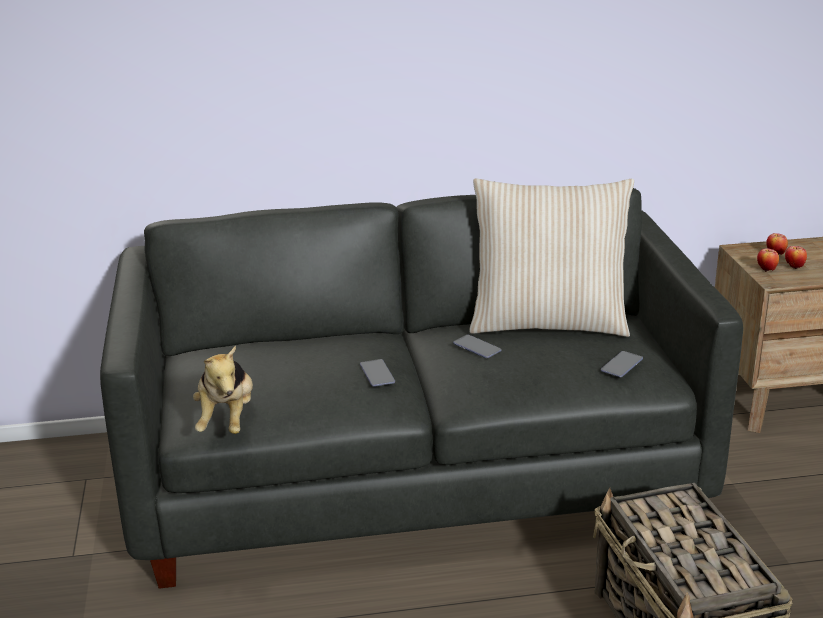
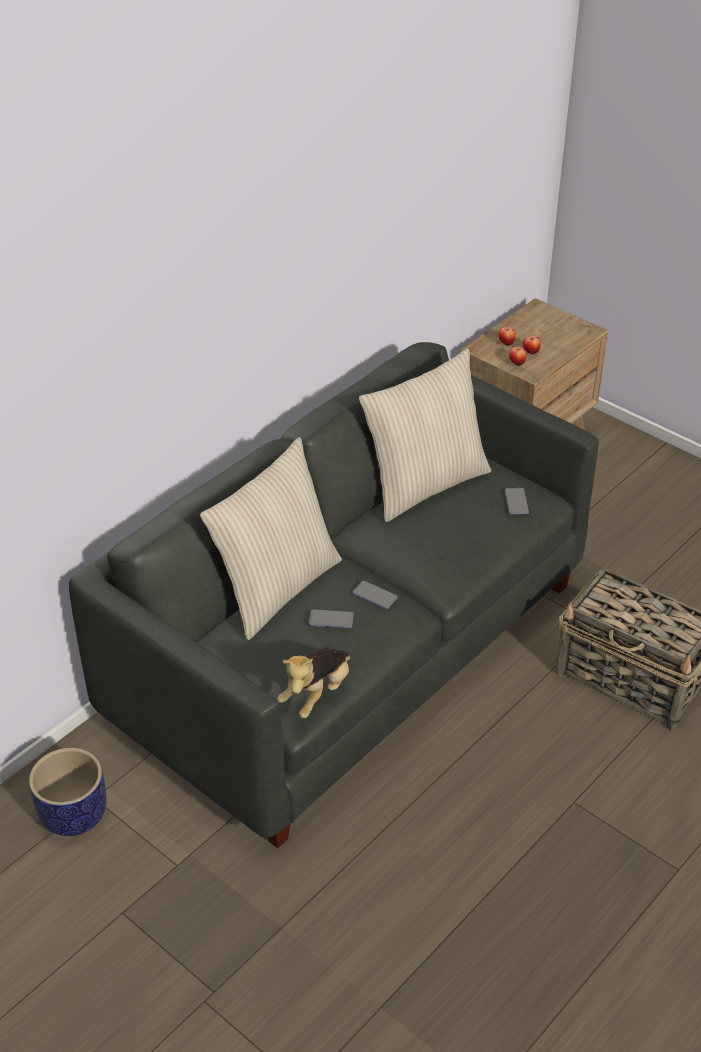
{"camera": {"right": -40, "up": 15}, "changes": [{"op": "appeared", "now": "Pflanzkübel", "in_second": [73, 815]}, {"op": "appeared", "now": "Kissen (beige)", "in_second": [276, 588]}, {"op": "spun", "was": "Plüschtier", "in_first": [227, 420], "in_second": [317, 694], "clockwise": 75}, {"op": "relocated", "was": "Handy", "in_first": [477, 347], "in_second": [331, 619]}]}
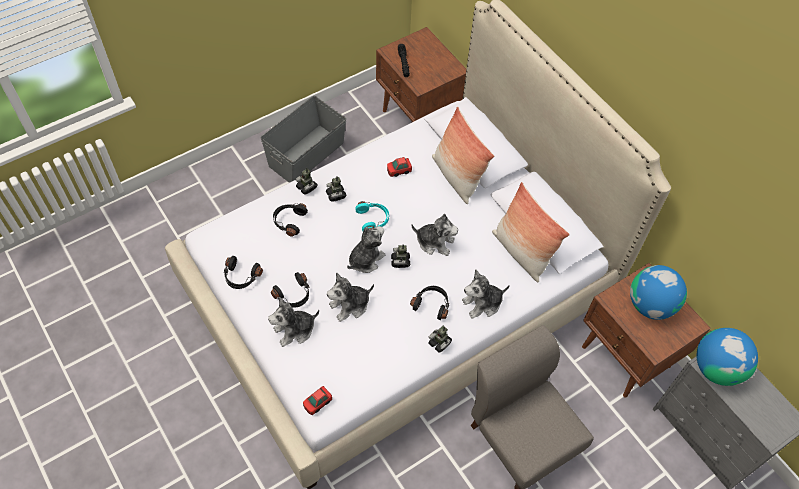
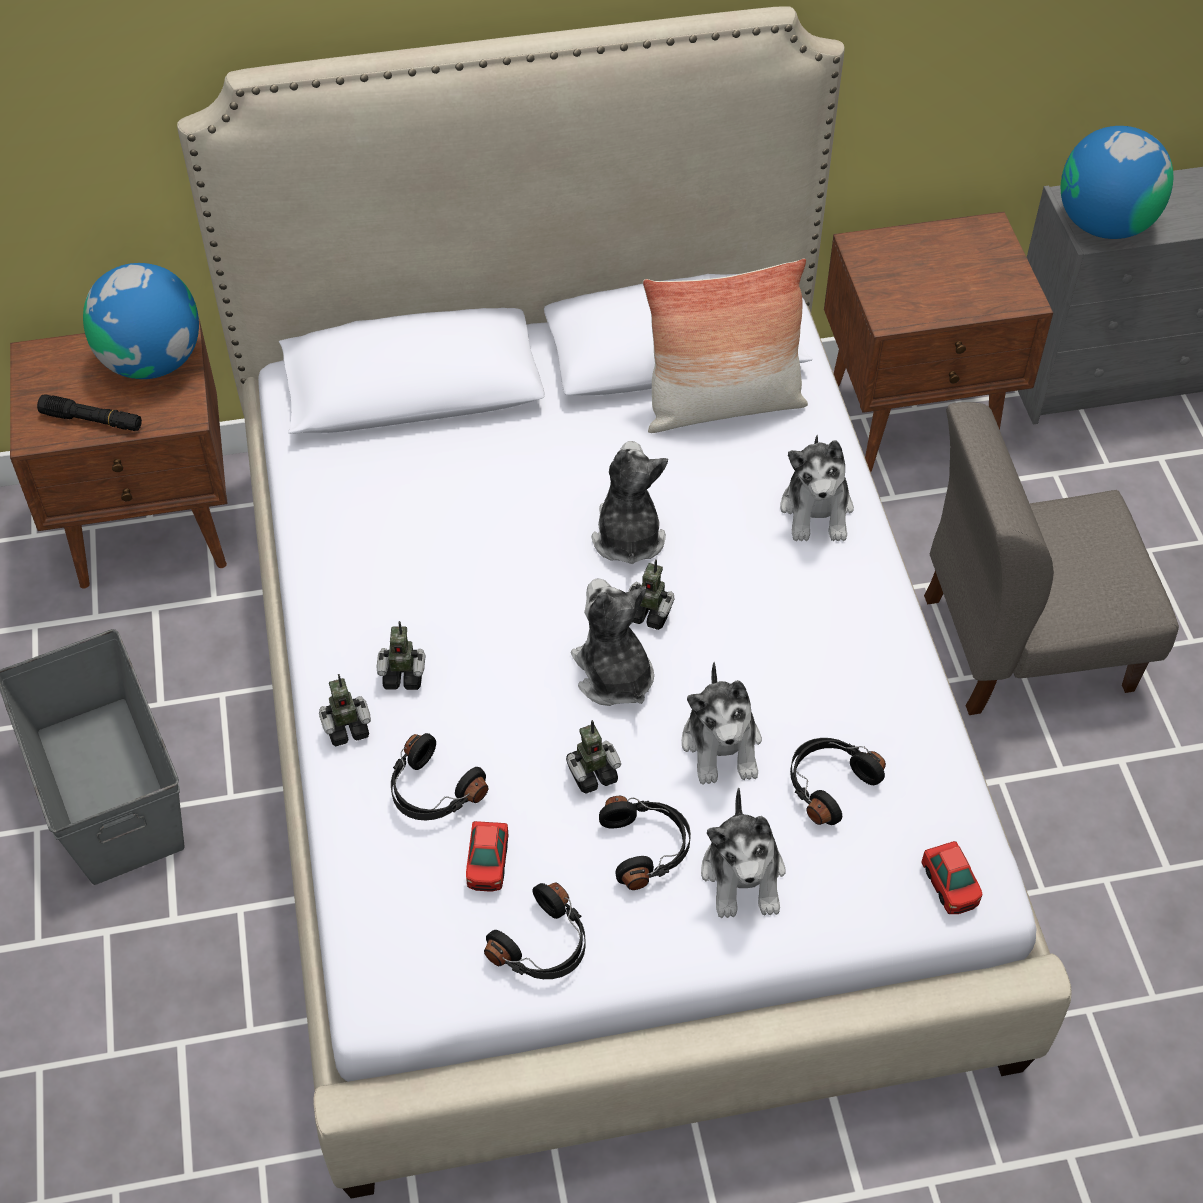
{"camera": {"right": -65, "up": -5}, "changes": [{"op": "relocated", "was": "Globus", "in_first": [650, 304], "in_second": [152, 360]}, {"op": "relocated", "was": "Spielzeugauto", "in_first": [399, 170], "in_second": [487, 864]}, {"op": "relocated", "was": "Spielzeugroboter", "in_first": [439, 343], "in_second": [592, 773]}, {"op": "spun", "was": "Plüschtier", "in_first": [435, 242], "in_second": [628, 537], "clockwise": -45}, {"op": "relocated", "was": "Kopfhörer (schwarz)", "in_first": [432, 304], "in_second": [828, 784]}, {"op": "missing", "was": "Kopfhörer (türkis)", "in_first": [373, 220]}, {"op": "missing", "was": "Kissen", "in_first": [456, 177]}]}
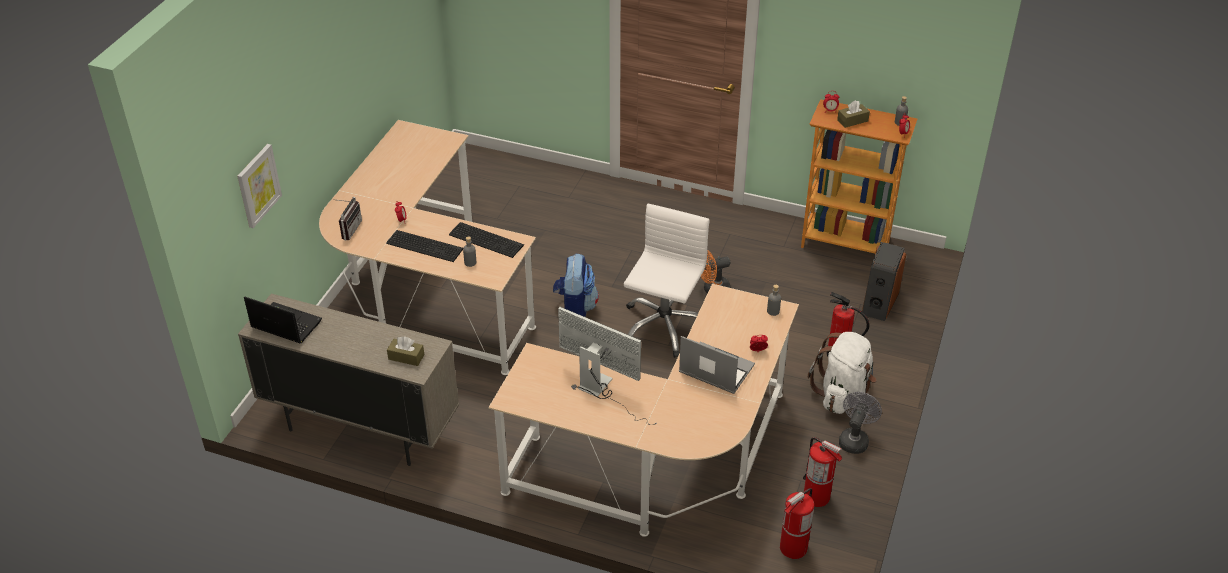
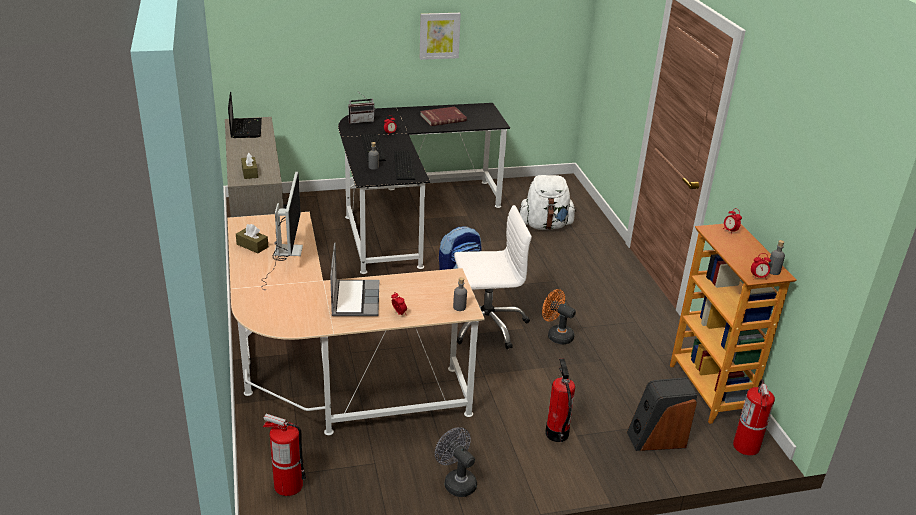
{"camera": {"right": 55, "up": -10}, "changes": [{"op": "relocated", "was": "Taschentuchbox (braun)", "in_first": [852, 120], "in_second": [252, 246]}, {"op": "colour", "was": "Schreibtisch (beige)", "now": "Schreibtisch (schwarz)", "in_first": [426, 294], "in_second": [408, 216]}, {"op": "relocated", "was": "Bild", "in_first": [258, 185], "in_second": [439, 35]}, {"op": "appeared", "now": "Buch (rot)", "in_second": [442, 118]}, {"op": "spun", "was": "Ventilator (grau)", "in_first": [854, 439], "in_second": [456, 482], "clockwise": -120}, {"op": "relocated", "was": "Rucksack (weiß)", "in_first": [842, 394], "in_second": [545, 225]}, {"op": "relocated", "was": "Feuerlöscher", "in_first": [817, 497], "in_second": [746, 447]}]}
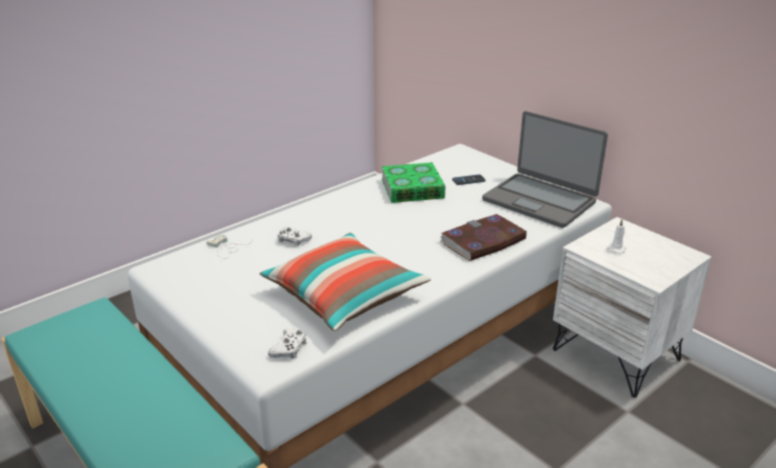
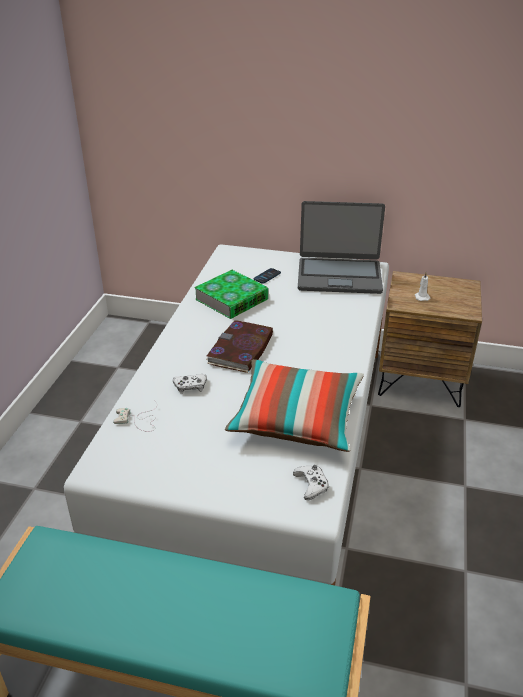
{"camera": {"right": -35, "up": 5}, "changes": [{"op": "relocated", "was": "Buch", "in_first": [483, 241], "in_second": [241, 349]}, {"op": "colour", "was": "Nachttisch (weiß)", "now": "Nachttisch (braun)", "in_first": [616, 354], "in_second": [420, 380]}]}
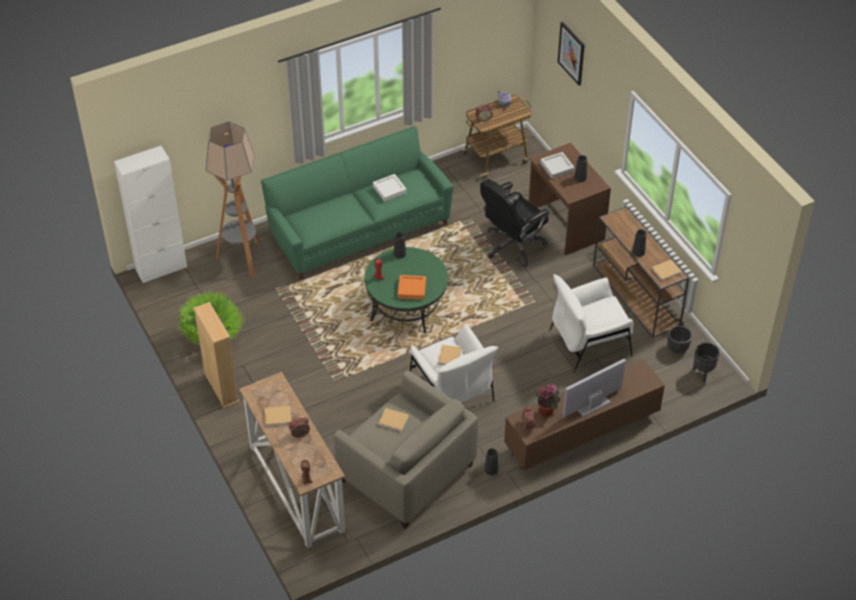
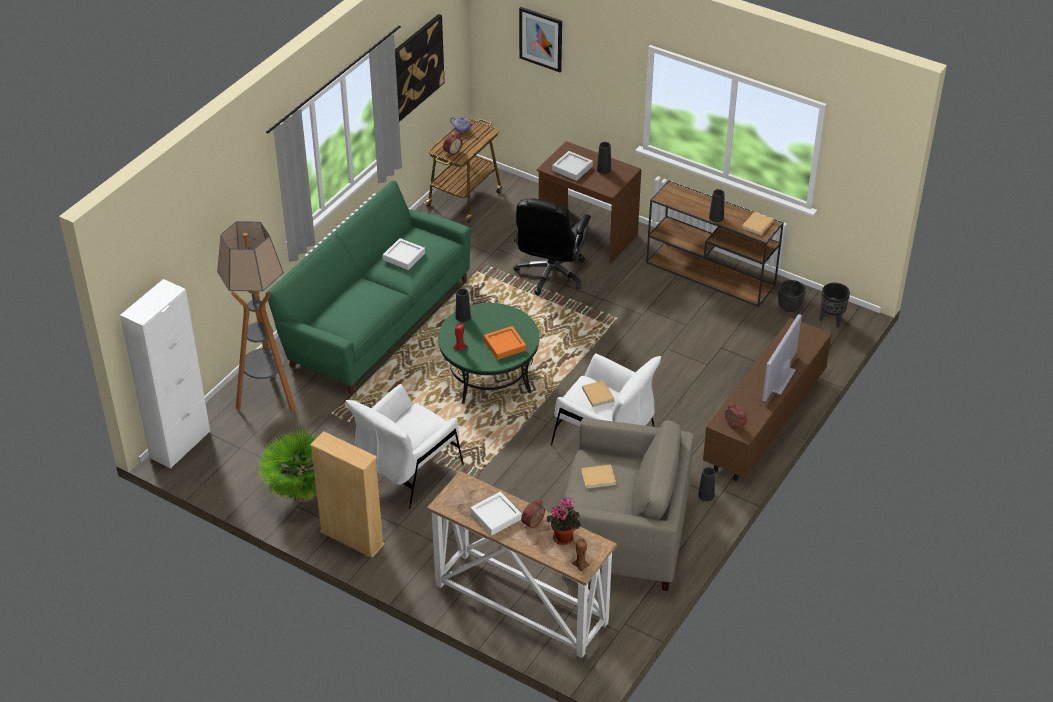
{"camera": {"right": -30, "up": -5}, "changes": [{"op": "relocated", "was": "Sessel (weiß)", "in_first": [589, 343], "in_second": [407, 469]}, {"op": "appeared", "now": "Bild", "in_second": [416, 67]}, {"op": "exchanged", "was": "Buch (beige)", "now": "Tablett (weiß)", "in_first": [279, 416], "in_second": [496, 516]}, {"op": "relocated", "was": "Topfpflanze", "in_first": [547, 411], "in_second": [564, 536]}]}
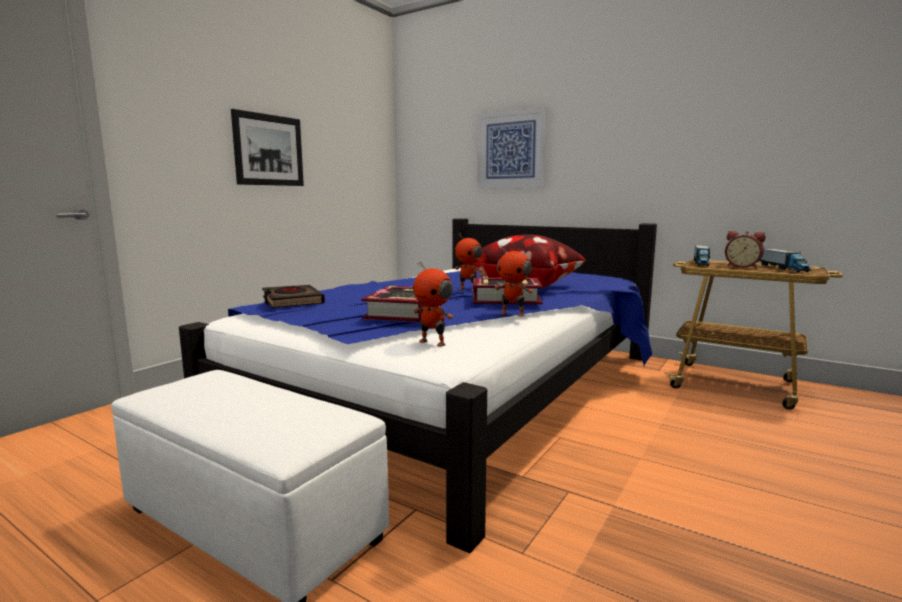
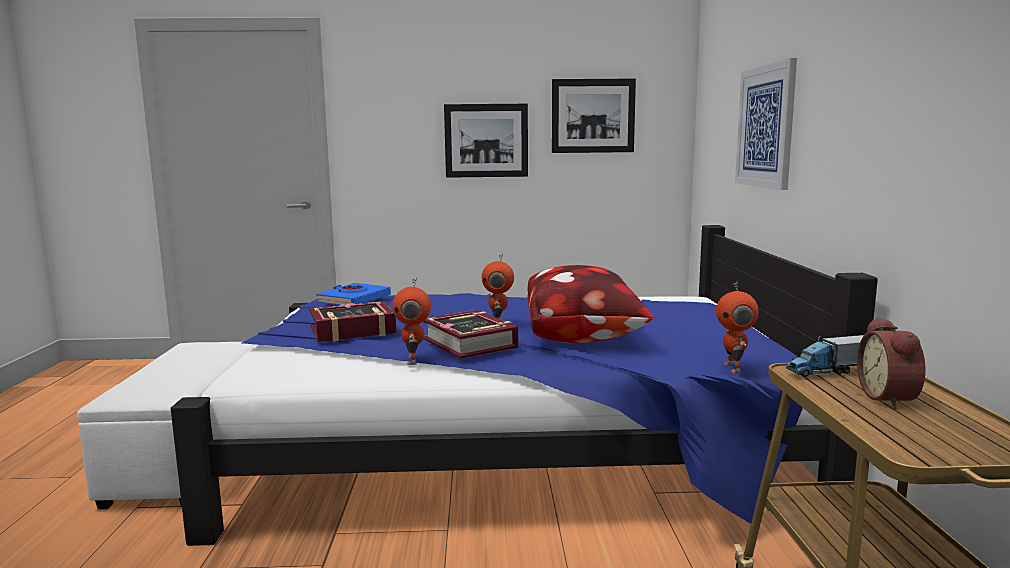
{"camera": {"right": 55, "up": 0}, "changes": [{"op": "colour", "was": "Buch (schwarz)", "now": "Buch (blau)", "in_first": [292, 301], "in_second": [354, 300]}, {"op": "appeared", "now": "Bild", "in_second": [593, 116]}, {"op": "relocated", "was": "Spielzeugroboter", "in_first": [433, 343], "in_second": [734, 368]}, {"op": "missing", "was": "Spielzeuglaster", "in_first": [783, 268]}]}
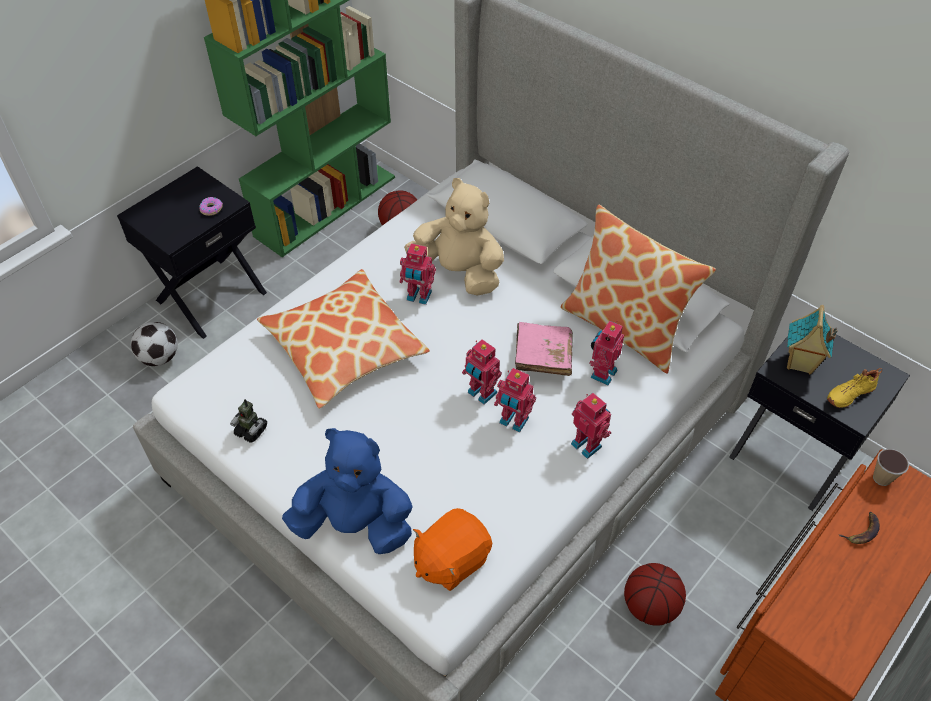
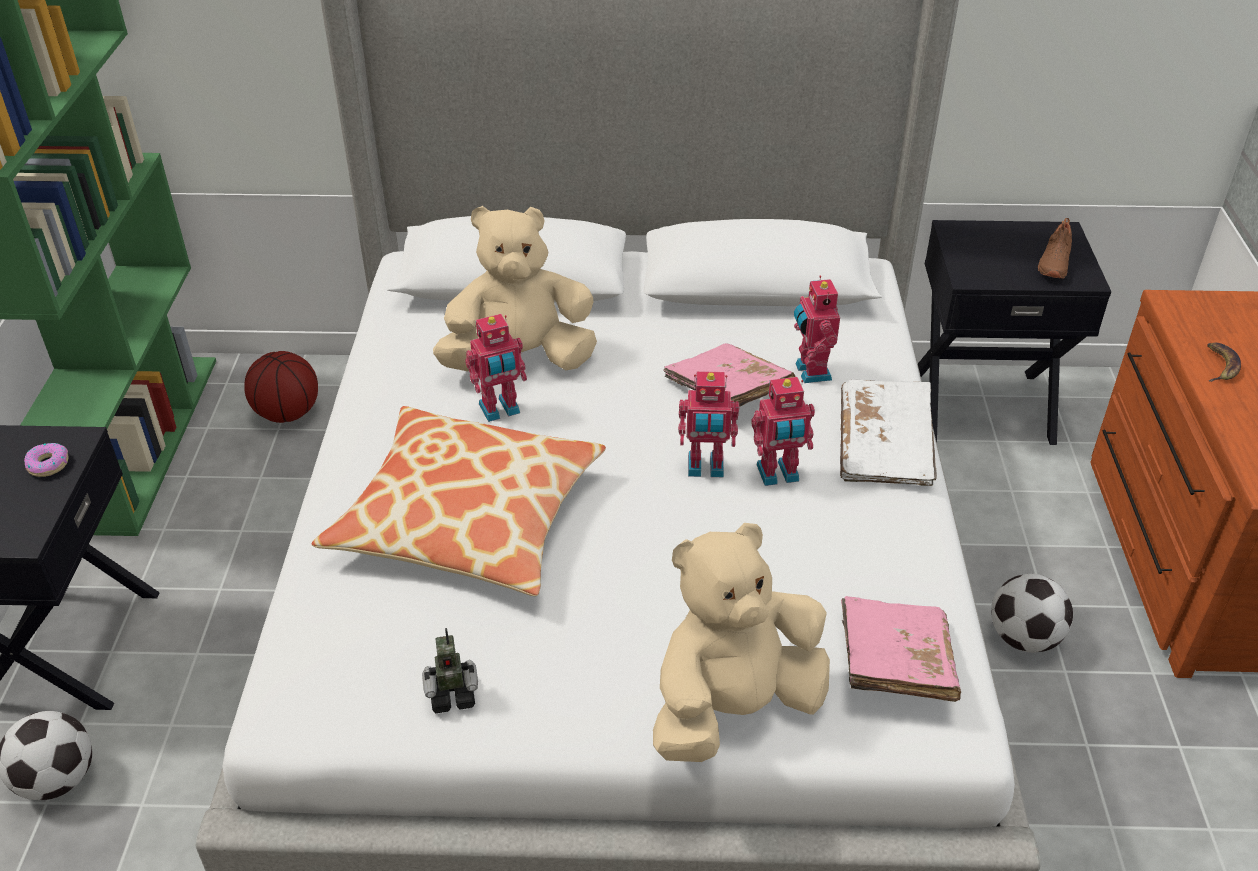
{"camera": {"right": -40, "up": -10}, "changes": [{"op": "colour", "was": "Plüschtier (blau)", "now": "Plüschtier (beige)", "in_first": [355, 524], "in_second": [733, 707]}, {"op": "exchanged", "was": "Spielzeugroboter", "now": "Buch (weiß)", "in_first": [587, 444], "in_second": [884, 448]}, {"op": "exchanged", "was": "Plüschtier (orange)", "now": "Buch (rosa)", "in_first": [451, 560], "in_second": [894, 664]}, {"op": "exchanged", "was": "Basketball", "now": "Fußball", "in_first": [649, 606], "in_second": [1023, 638]}, {"op": "colour", "was": "Schuh (gelb)", "now": "Schuh (braun)", "in_first": [849, 393], "in_second": [1053, 263]}, {"op": "missing", "was": "Kissen", "in_first": [625, 327]}, {"op": "missing", "was": "Spielzeughaus", "in_first": [799, 363]}, {"op": "missing", "was": "Tasse", "in_first": [881, 478]}]}
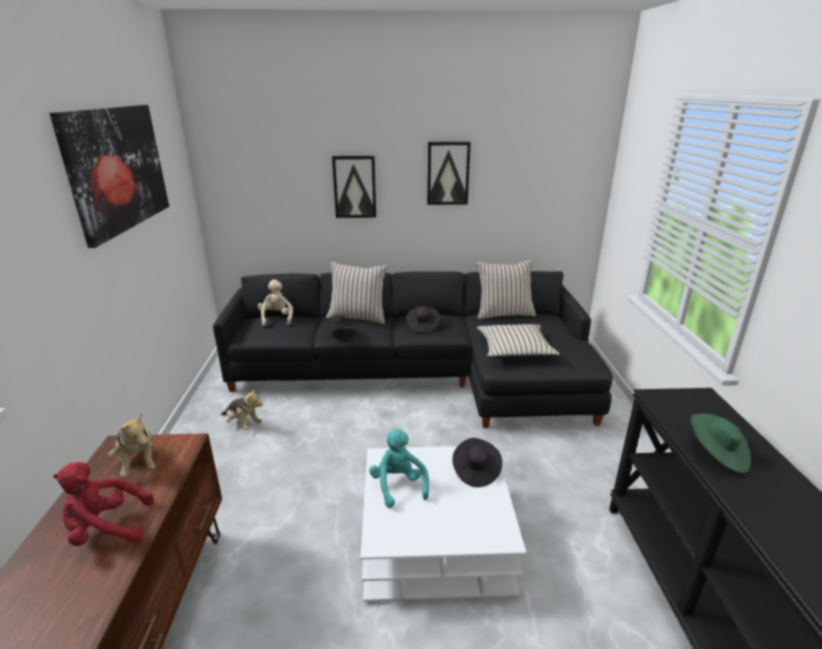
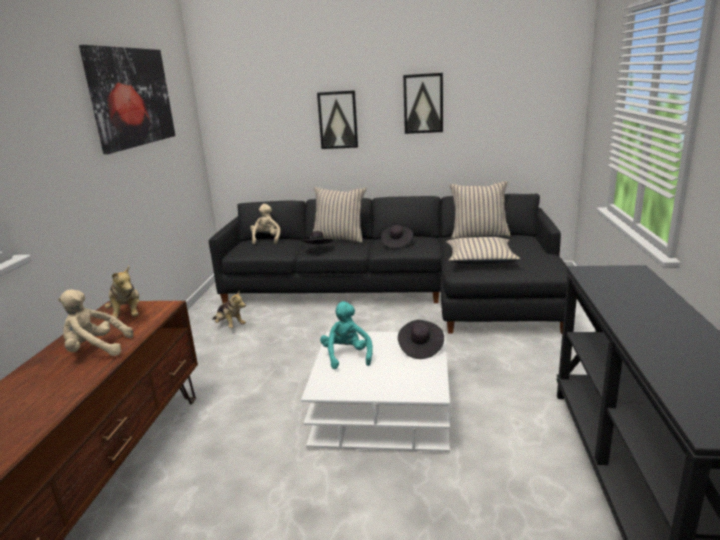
{"camera": {"right": 10, "up": -5}, "changes": [{"op": "colour", "was": "Plüschtier (rot)", "now": "Plüschtier (beige)", "in_first": [107, 529], "in_second": [95, 350]}, {"op": "missing", "was": "Hut (grün)", "in_first": [717, 454]}]}
